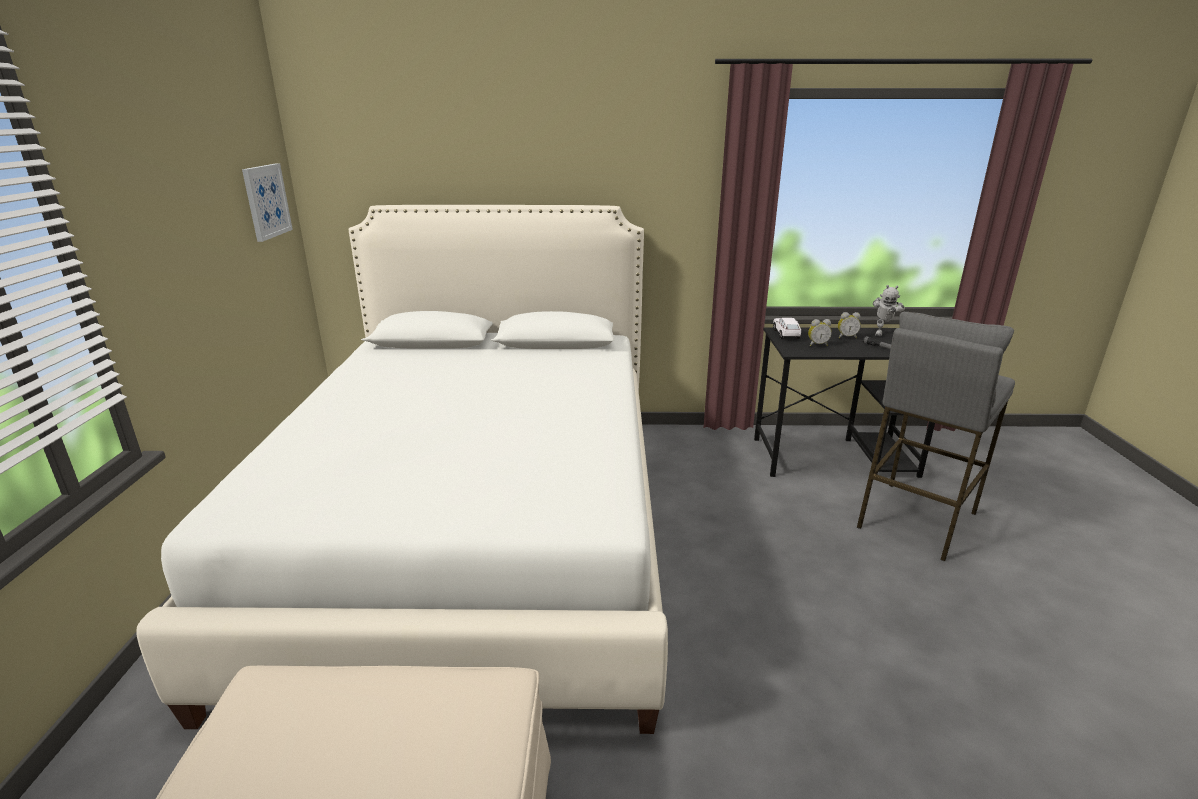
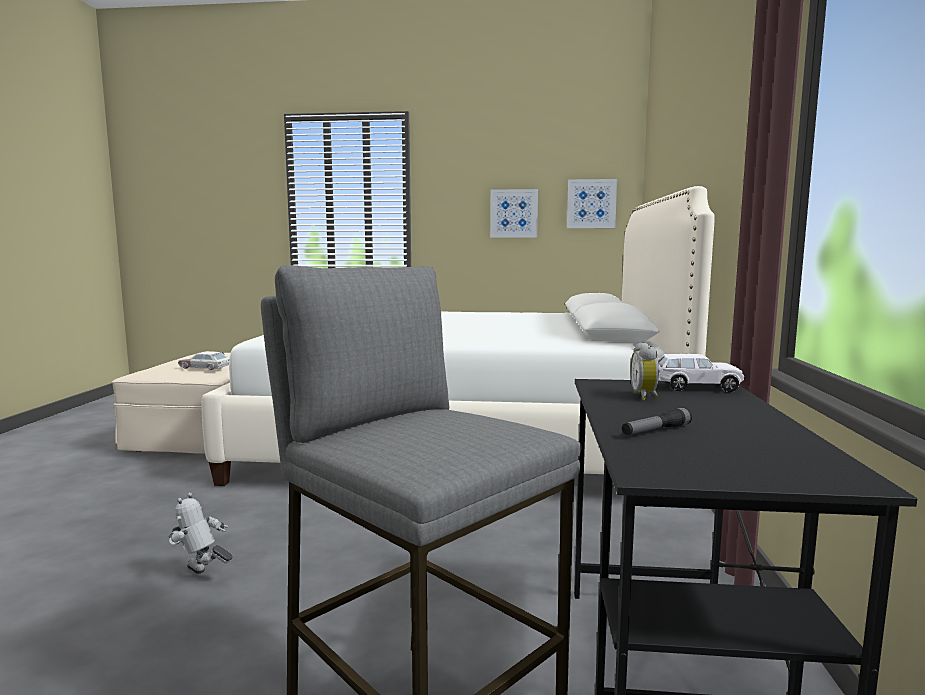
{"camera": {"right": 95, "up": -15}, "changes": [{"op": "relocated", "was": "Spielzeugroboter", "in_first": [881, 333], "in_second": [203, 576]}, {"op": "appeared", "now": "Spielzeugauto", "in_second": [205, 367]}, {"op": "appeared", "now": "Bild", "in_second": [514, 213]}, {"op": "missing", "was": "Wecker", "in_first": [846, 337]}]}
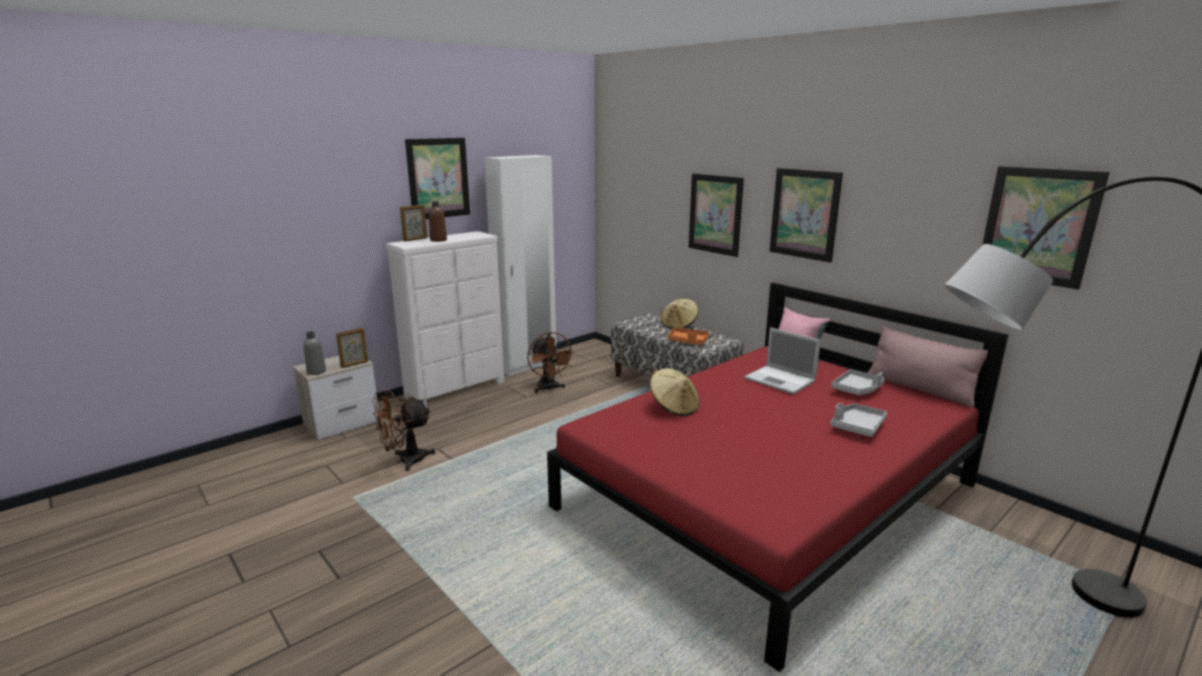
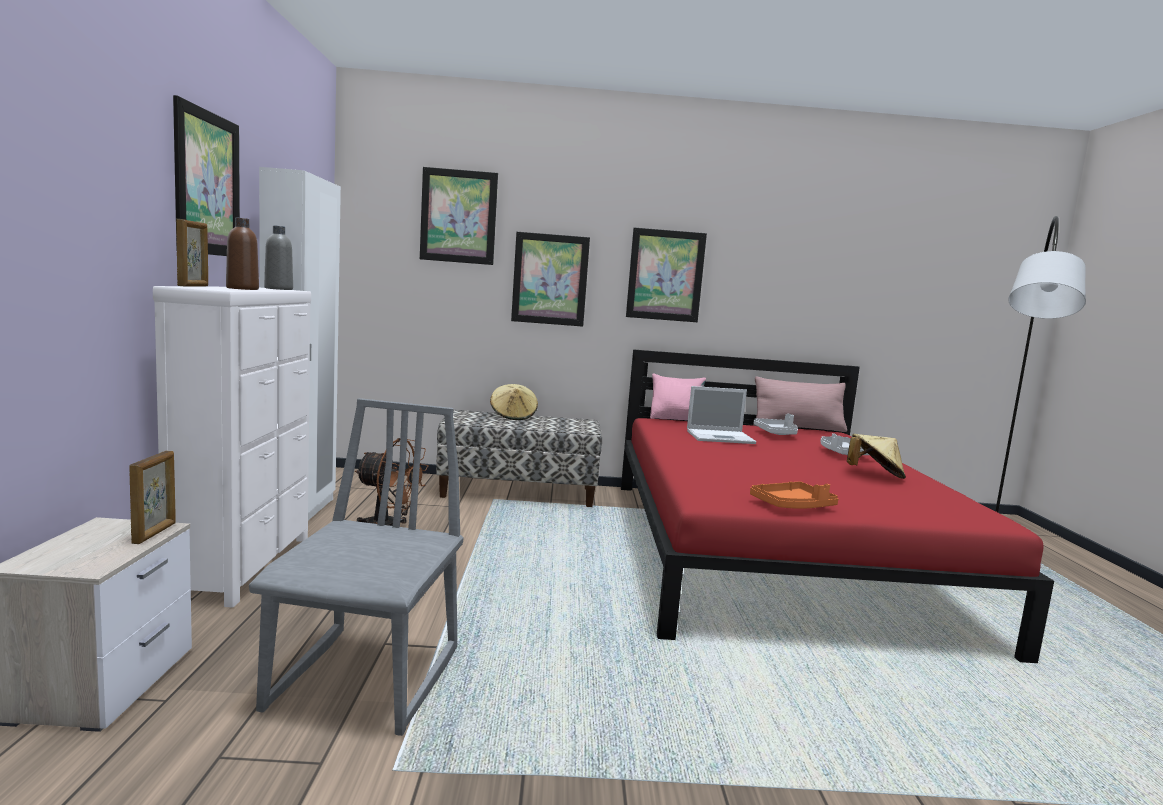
{"camera": {"right": -50, "up": -10}, "changes": [{"op": "exchanged", "was": "Ventilator (braun)", "now": "Stuhl (grau)", "in_first": [405, 461], "in_second": [368, 680]}, {"op": "relocated", "was": "Flasche (grau)", "in_first": [316, 372], "in_second": [278, 289]}, {"op": "relocated", "was": "Bild", "in_first": [1038, 226], "in_second": [458, 216]}, {"op": "relocated", "was": "Tablett (orange)", "in_first": [688, 341], "in_second": [792, 506]}, {"op": "relocated", "was": "Hut (beige)", "in_first": [674, 407], "in_second": [874, 475]}]}
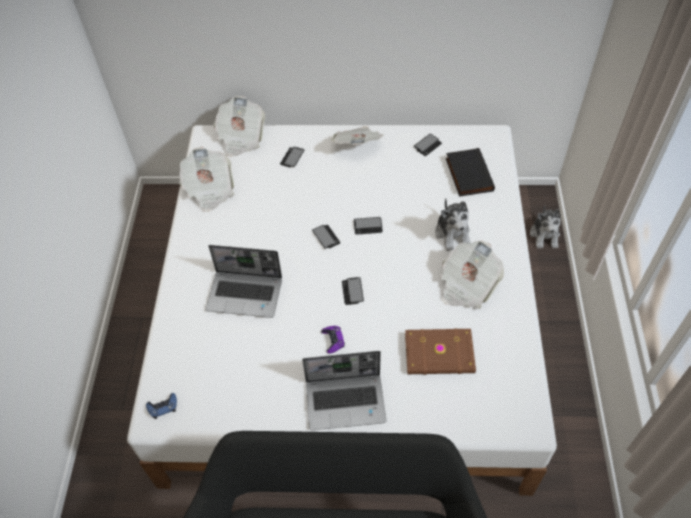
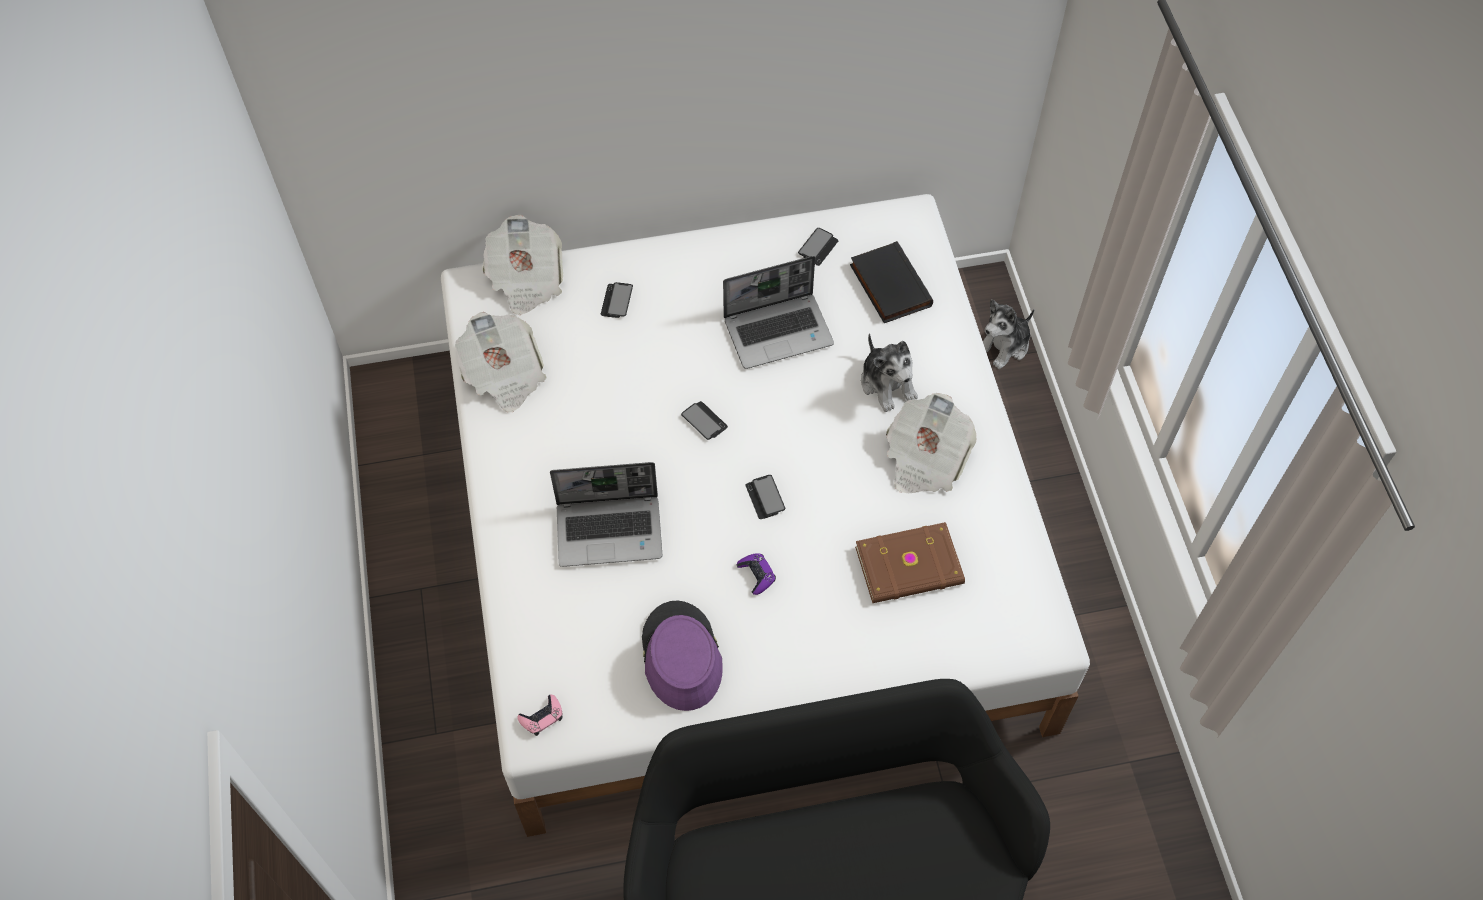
{"camera": {"right": -15, "up": 5}, "changes": [{"op": "colour", "was": "Gamepad (blau)", "now": "Gamepad (rosa)", "in_first": [163, 407], "in_second": [542, 717]}, {"op": "appeared", "now": "Hut (lila)", "in_second": [680, 656]}, {"op": "relocated", "was": "Laptop", "in_first": [346, 401], "in_second": [779, 331]}, {"op": "spun", "was": "Plüschtier", "in_first": [545, 235], "in_second": [1004, 346], "clockwise": 60}, {"op": "missing", "was": "Zeitung", "in_first": [357, 146]}, {"op": "missing", "was": "Handy", "in_first": [368, 226]}]}
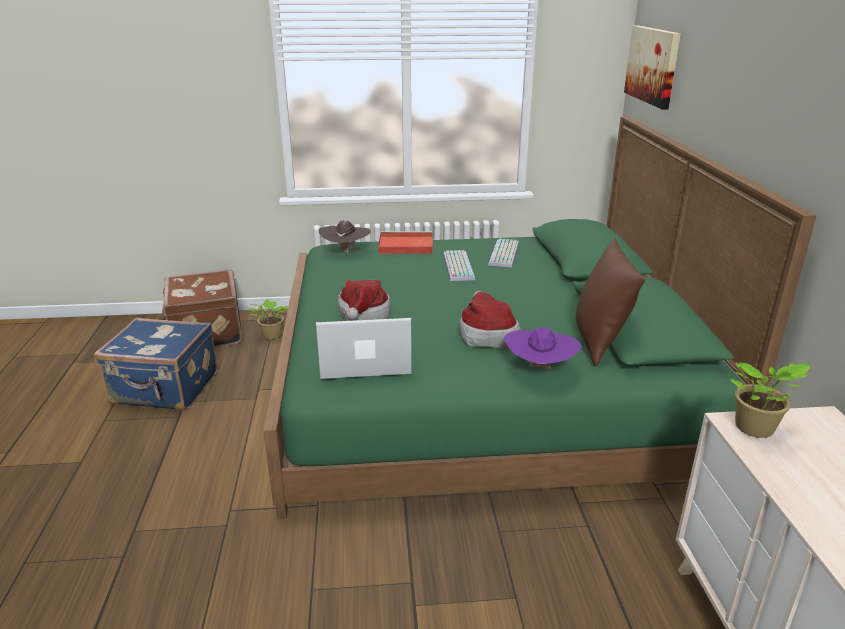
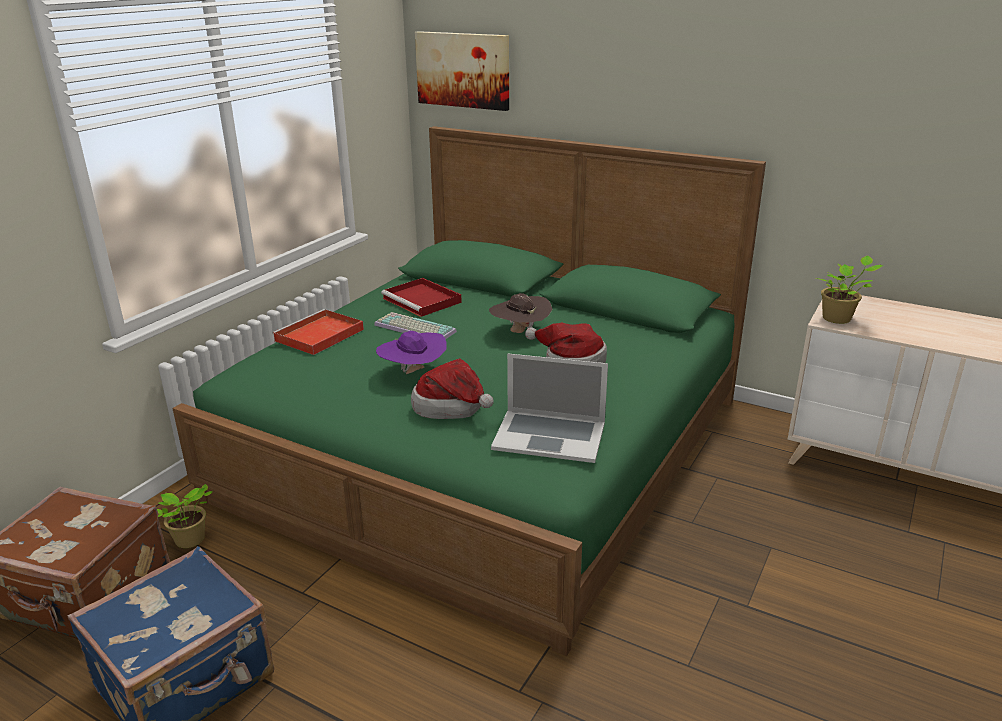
{"camera": {"right": -55, "up": 0}, "changes": [{"op": "relocated", "was": "Hut (lila)", "in_first": [539, 369], "in_second": [413, 373]}, {"op": "exchanged", "was": "Tastatur", "now": "Tablett (rot)", "in_first": [505, 254], "in_second": [423, 300]}, {"op": "relocated", "was": "Hut (braun)", "in_first": [346, 251], "in_second": [520, 332]}, {"op": "spun", "was": "Laptop", "in_first": [365, 360], "in_second": [549, 435], "clockwise": -105}, {"op": "missing", "was": "Kissen (braun)", "in_first": [600, 342]}]}
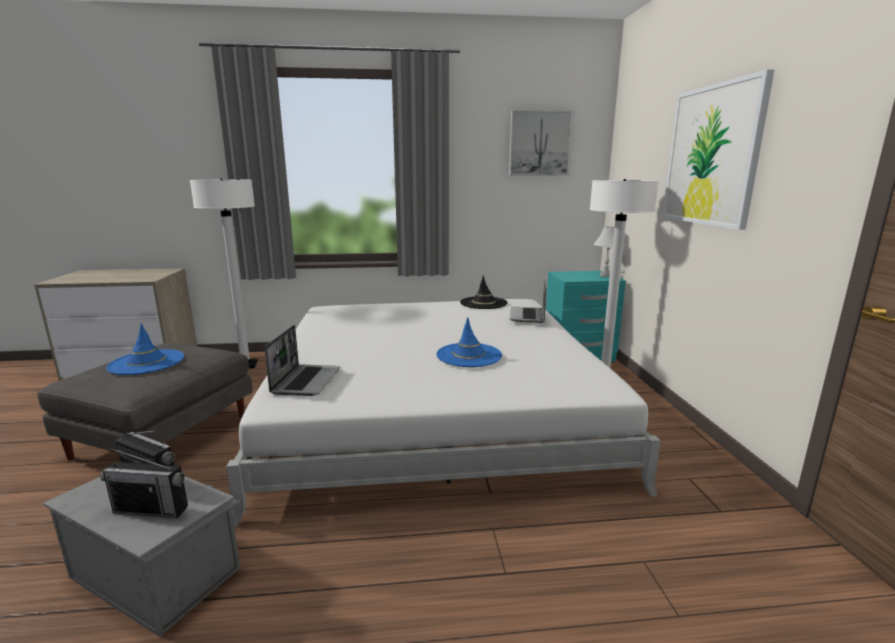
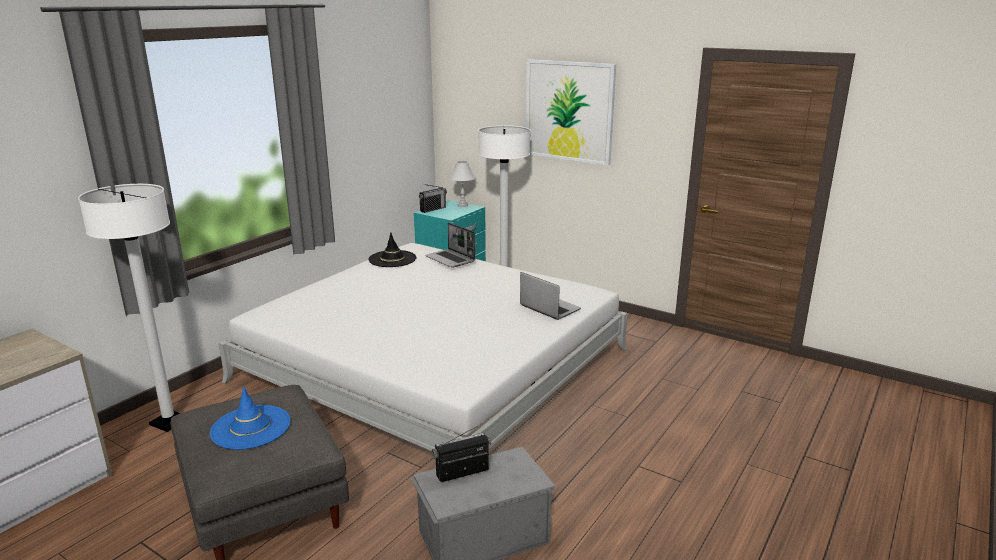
{"camera": {"right": -50, "up": 5}, "changes": [{"op": "relocated", "was": "Radio", "in_first": [151, 509], "in_second": [433, 209]}, {"op": "relocated", "was": "Laptop", "in_first": [306, 381], "in_second": [549, 308]}, {"op": "missing", "was": "Hut (blau)", "in_first": [469, 355]}, {"op": "missing", "was": "Bild", "in_first": [539, 143]}]}
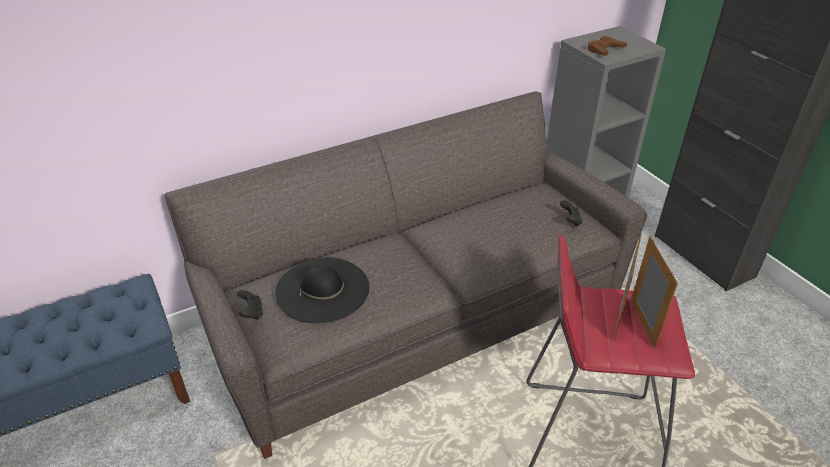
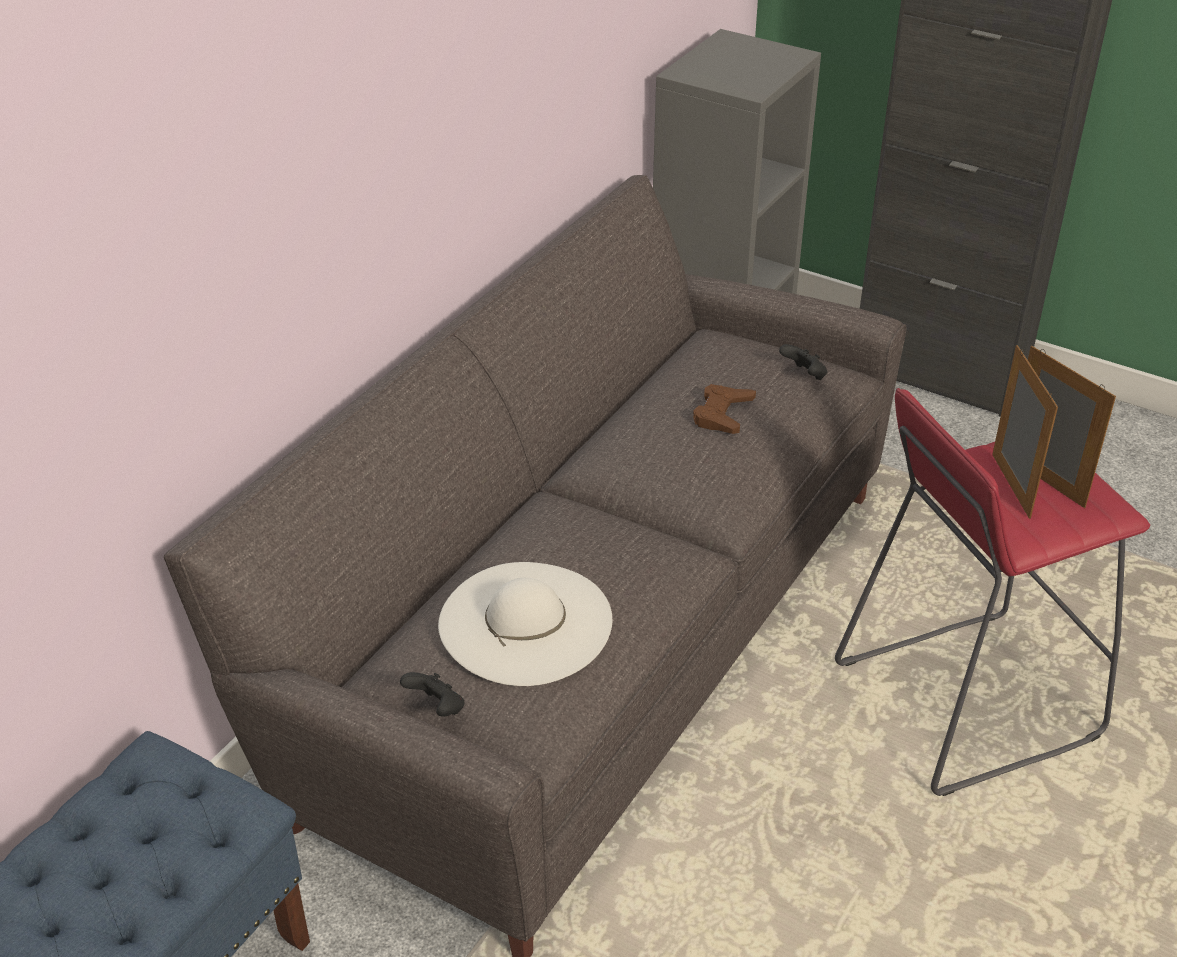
{"camera": {"right": -30, "up": 0}, "changes": [{"op": "colour", "was": "Hut (schwarz)", "now": "Hut (weiß)", "in_first": [322, 289], "in_second": [525, 622]}, {"op": "relocated", "was": "Gamepad (braun)", "in_first": [605, 49], "in_second": [722, 414]}]}
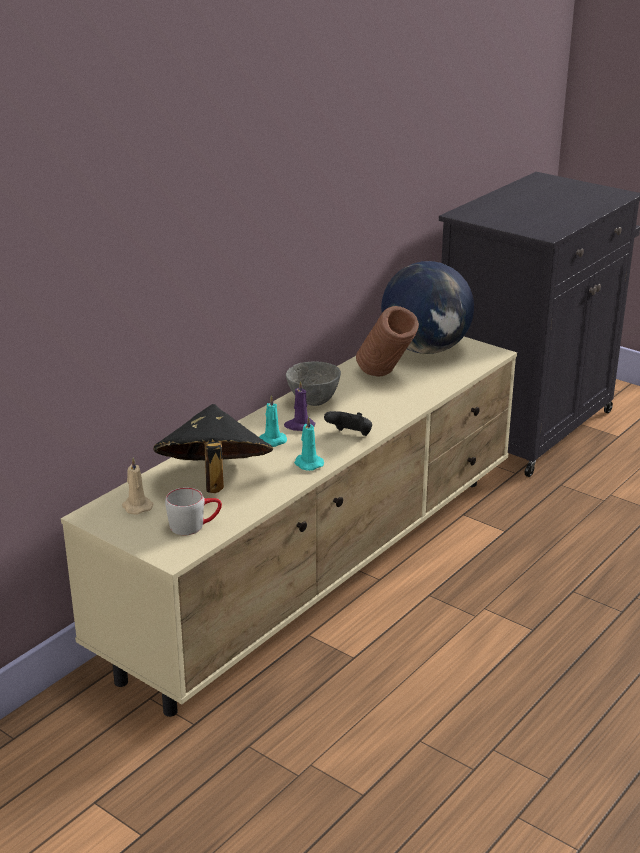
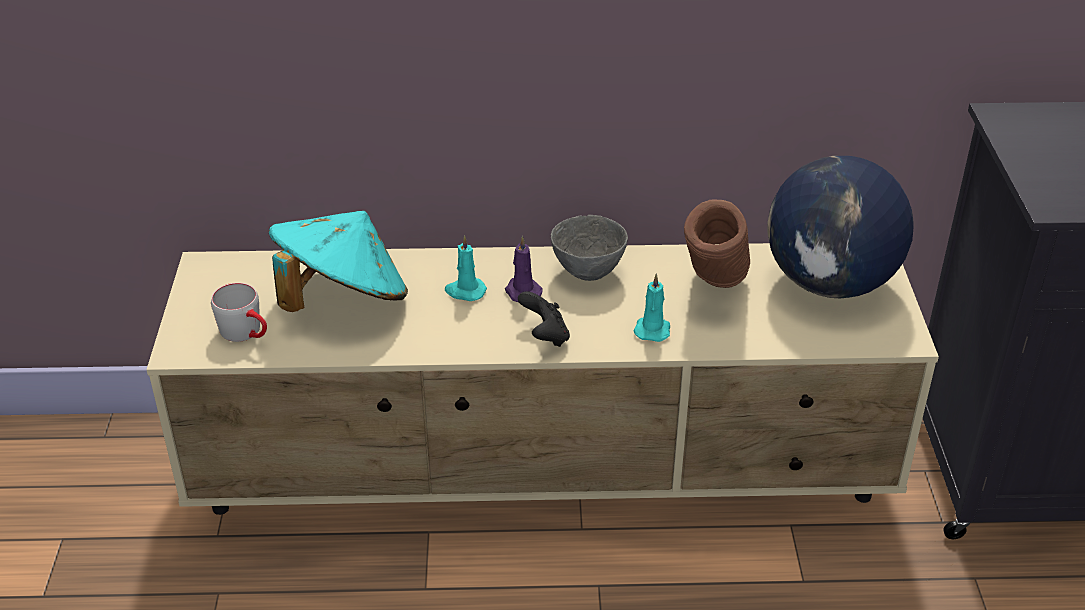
{"camera": {"right": 50, "up": 10}, "changes": [{"op": "colour", "was": "Hut (schwarz)", "now": "Hut (türkis)", "in_first": [213, 481], "in_second": [342, 299]}, {"op": "relocated", "was": "Kerze (türkis)", "in_first": [307, 463], "in_second": [652, 329]}, {"op": "missing", "was": "Kerze (beige)", "in_first": [136, 506]}]}
